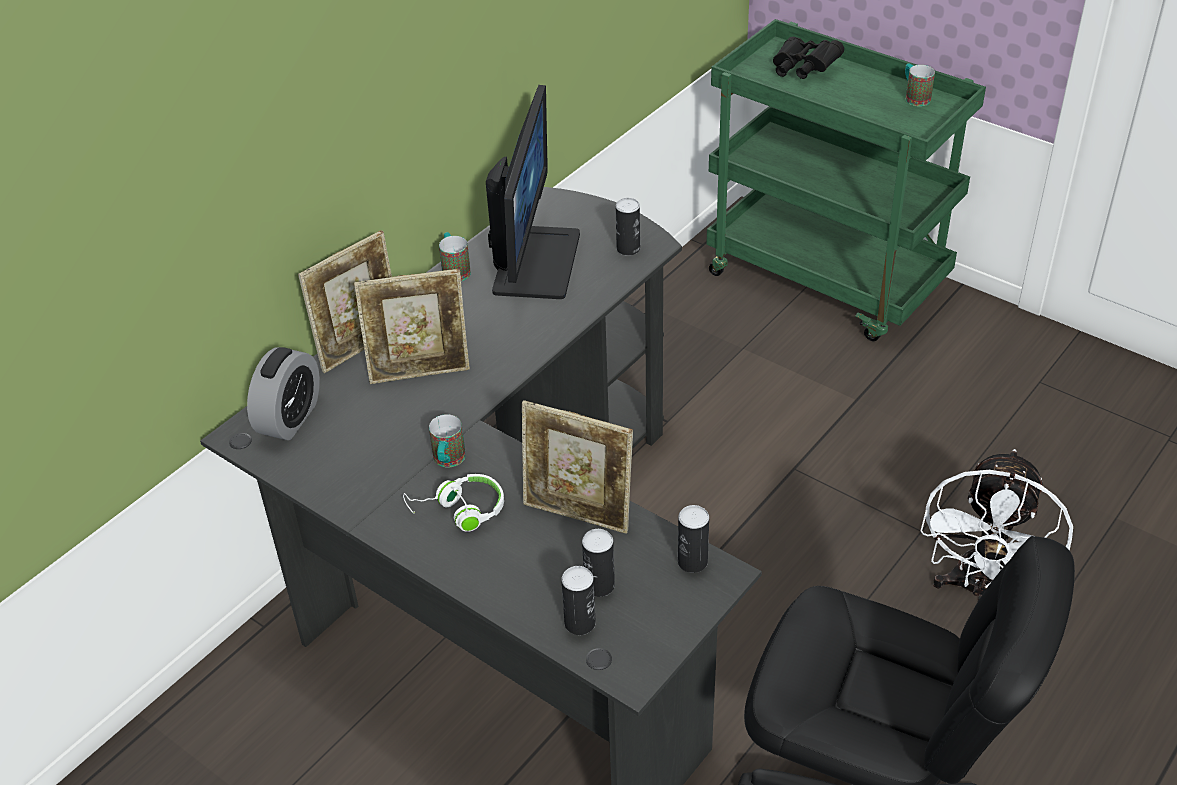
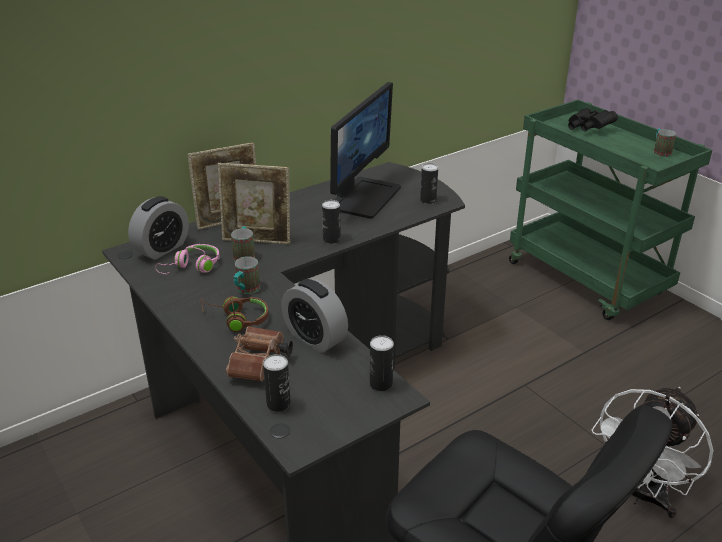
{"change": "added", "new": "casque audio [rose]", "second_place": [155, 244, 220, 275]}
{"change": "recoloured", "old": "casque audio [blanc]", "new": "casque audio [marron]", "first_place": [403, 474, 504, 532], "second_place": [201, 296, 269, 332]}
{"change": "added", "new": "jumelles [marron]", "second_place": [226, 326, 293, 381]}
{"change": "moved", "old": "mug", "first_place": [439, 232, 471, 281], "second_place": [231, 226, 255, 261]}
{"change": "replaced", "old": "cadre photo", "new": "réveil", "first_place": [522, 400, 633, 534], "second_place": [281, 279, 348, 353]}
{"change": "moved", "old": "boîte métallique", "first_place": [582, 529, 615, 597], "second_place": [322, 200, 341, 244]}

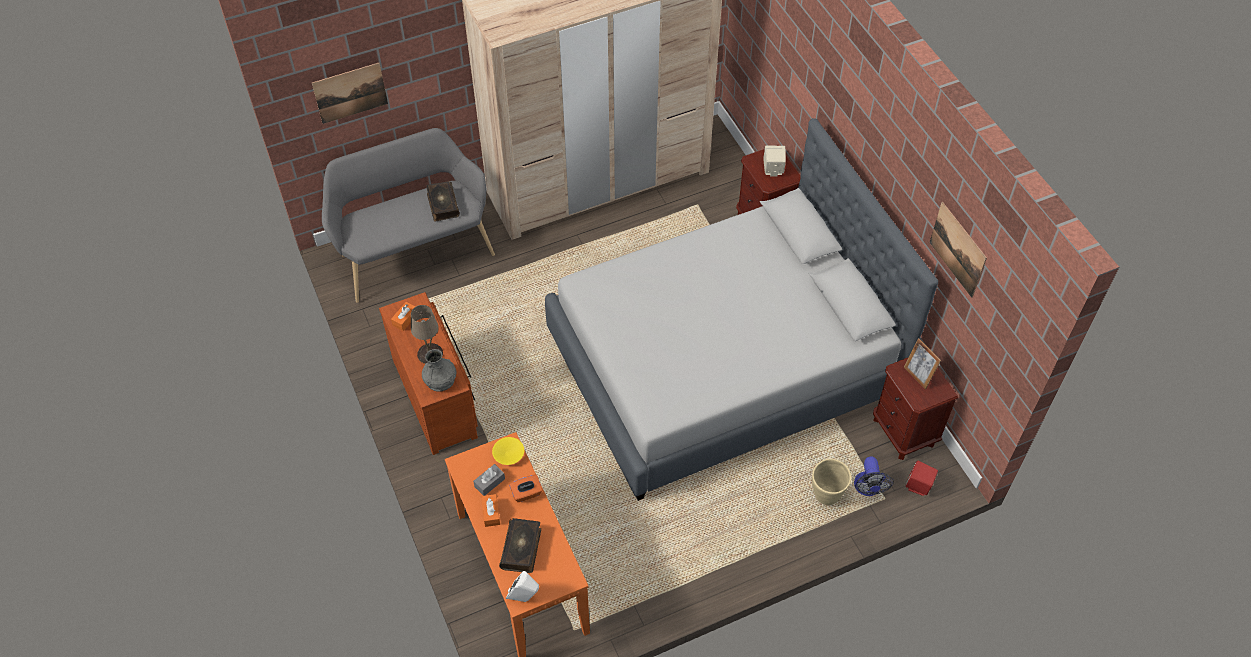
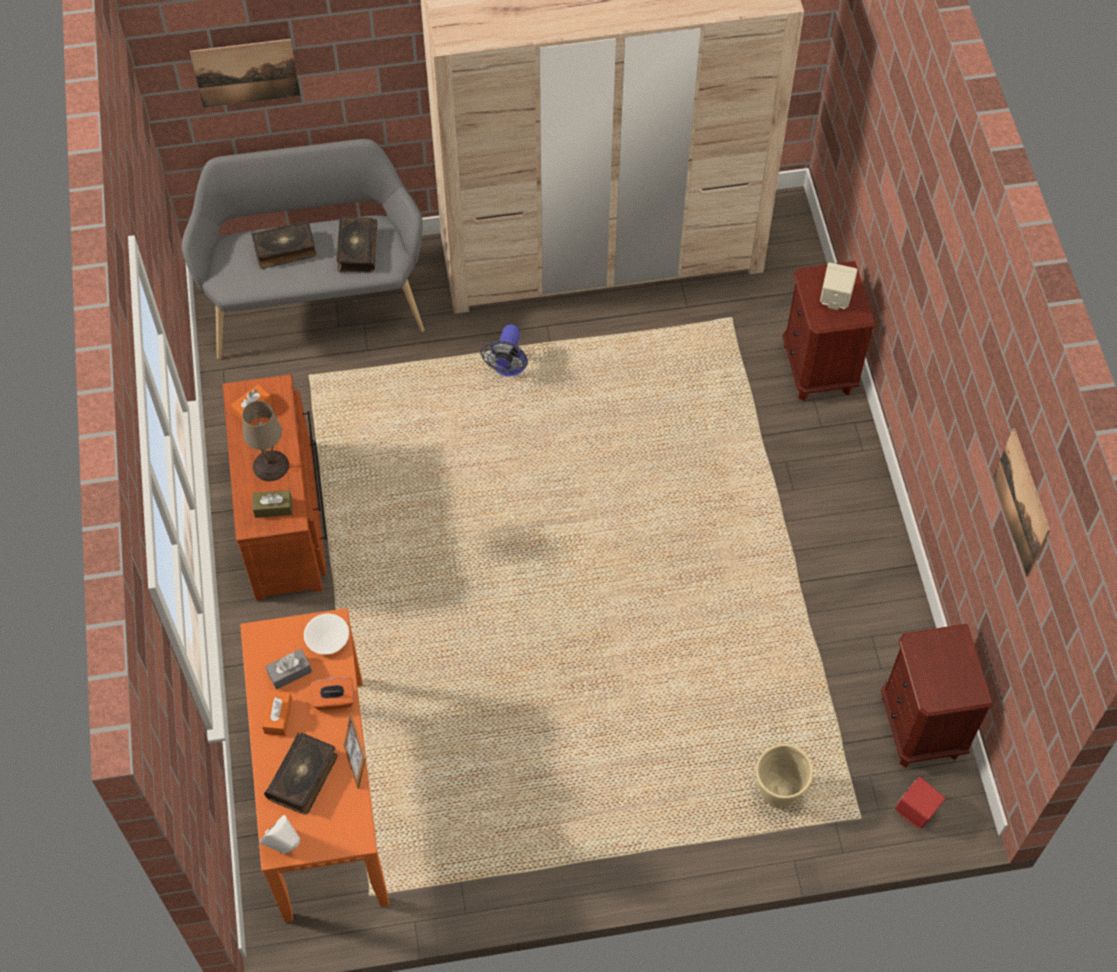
{"change": "added", "new": "livre", "second_place": [252, 221, 316, 269]}
{"change": "replaced", "old": "vase [gris]", "new": "boîte à mouchoirs [marron]", "first_place": [422, 349, 456, 392], "second_place": [253, 490, 292, 518]}
{"change": "recoloured", "old": "bol [jaune]", "new": "bol [blanc]", "first_place": [492, 437, 524, 465], "second_place": [304, 613, 349, 655]}
{"change": "moved", "old": "cadre photo", "first_place": [904, 338, 941, 389], "second_place": [344, 714, 366, 788]}
{"change": "moved", "old": "ventilateur", "first_place": [854, 456, 894, 496], "second_place": [481, 324, 528, 377]}
{"change": "removed", "old": "lit [gris]", "first_place": [545, 118, 938, 501]}

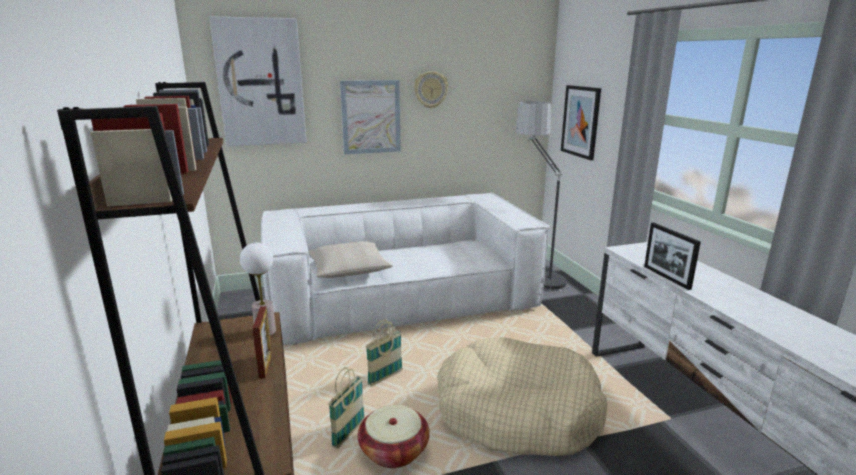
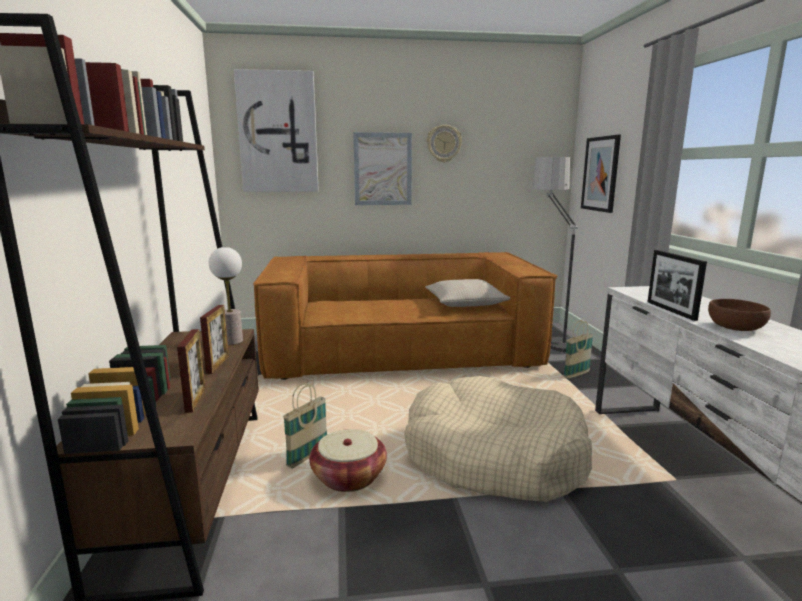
{"change": "added", "new": "cadre photo", "second_place": [177, 329, 206, 413]}
{"change": "recoloured", "old": "canapé [blanc]", "new": "canapé [marron]", "first_place": [261, 193, 550, 345], "second_place": [253, 252, 557, 380]}
{"change": "moved", "old": "coussin [beige]", "first_place": [309, 241, 393, 278], "second_place": [425, 279, 510, 307]}
{"change": "moved", "old": "panier", "first_place": [366, 320, 403, 386], "second_place": [563, 320, 593, 378]}
{"change": "added", "new": "bol [marron]", "second_place": [708, 299, 771, 331]}

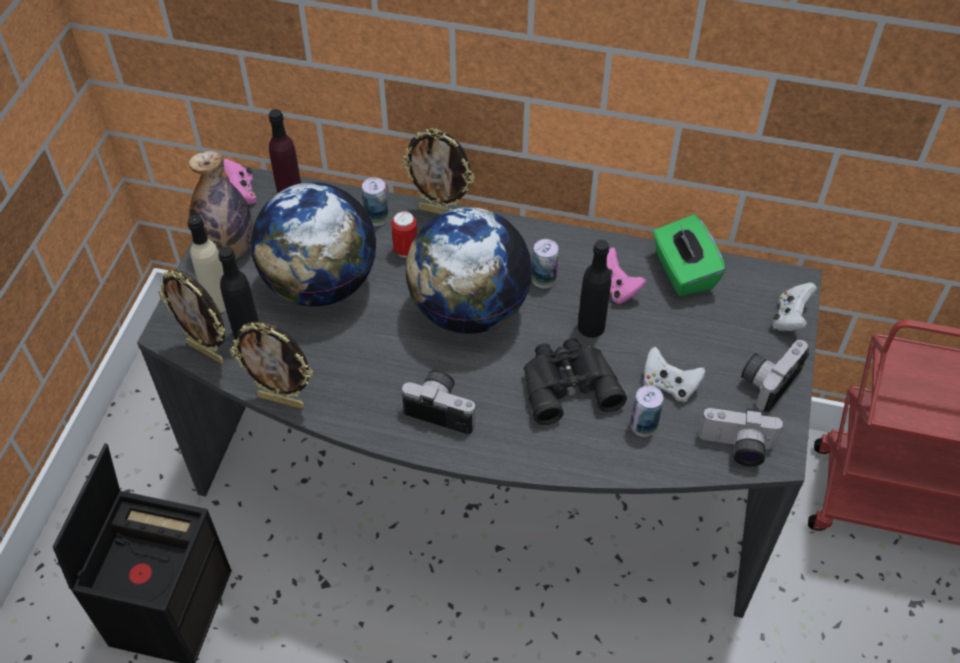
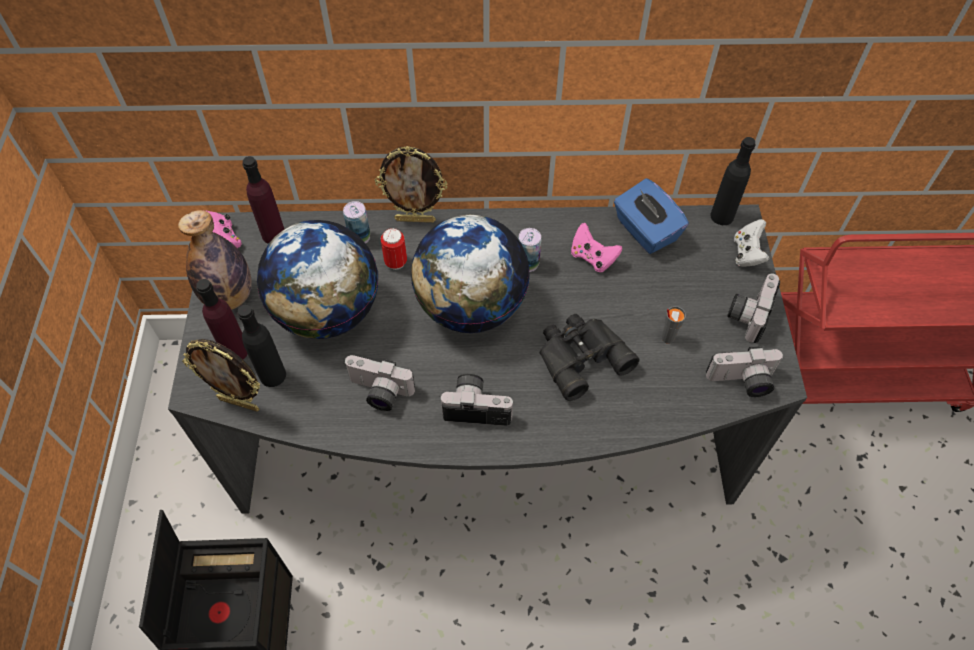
{"change": "recoloured", "old": "bouteille [beige]", "new": "bouteille [violet]", "first_place": [187, 215, 226, 313], "second_place": [196, 279, 248, 359]}
{"change": "added", "new": "appareil photo", "second_place": [344, 355, 415, 411]}
{"change": "recoloured", "old": "boîte à mouchoirs [vert]", "new": "boîte à mouchoirs [bleu]", "first_place": [653, 214, 726, 296], "second_place": [614, 178, 689, 254]}
{"change": "replaced", "old": "manette [blanc]", "new": "tasse [gris]", "first_place": [643, 346, 706, 402], "second_place": [661, 306, 686, 344]}
{"change": "moved", "old": "bouteille [noir]", "first_place": [578, 240, 611, 338], "second_place": [710, 137, 756, 225]}
{"change": "removed", "old": "cadre photo", "first_place": [229, 321, 313, 409]}
{"change": "removed", "old": "boîte métallique", "first_place": [631, 385, 663, 437]}

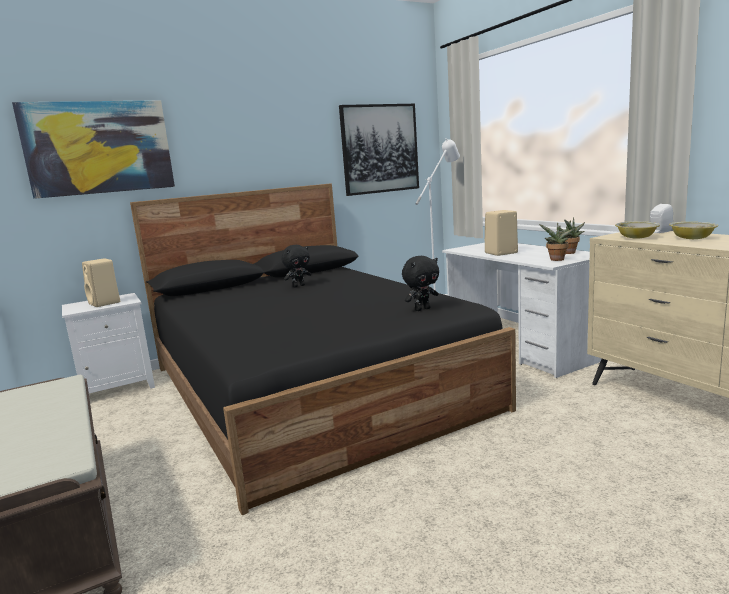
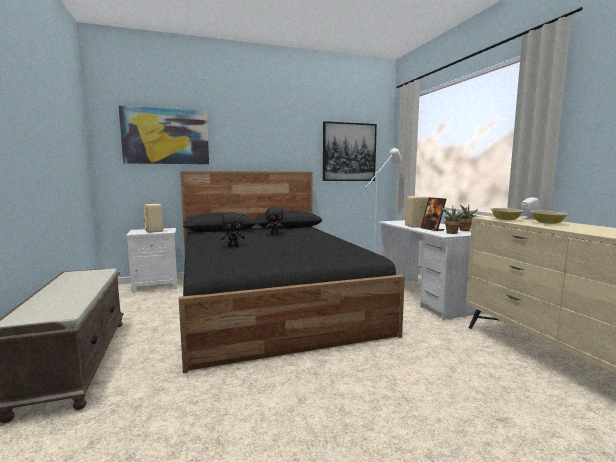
{"change": "moved", "old": "peluche [noir]", "first_place": [402, 256, 439, 311], "second_place": [221, 212, 245, 247]}
{"change": "added", "new": "cadre photo", "second_place": [421, 197, 446, 231]}

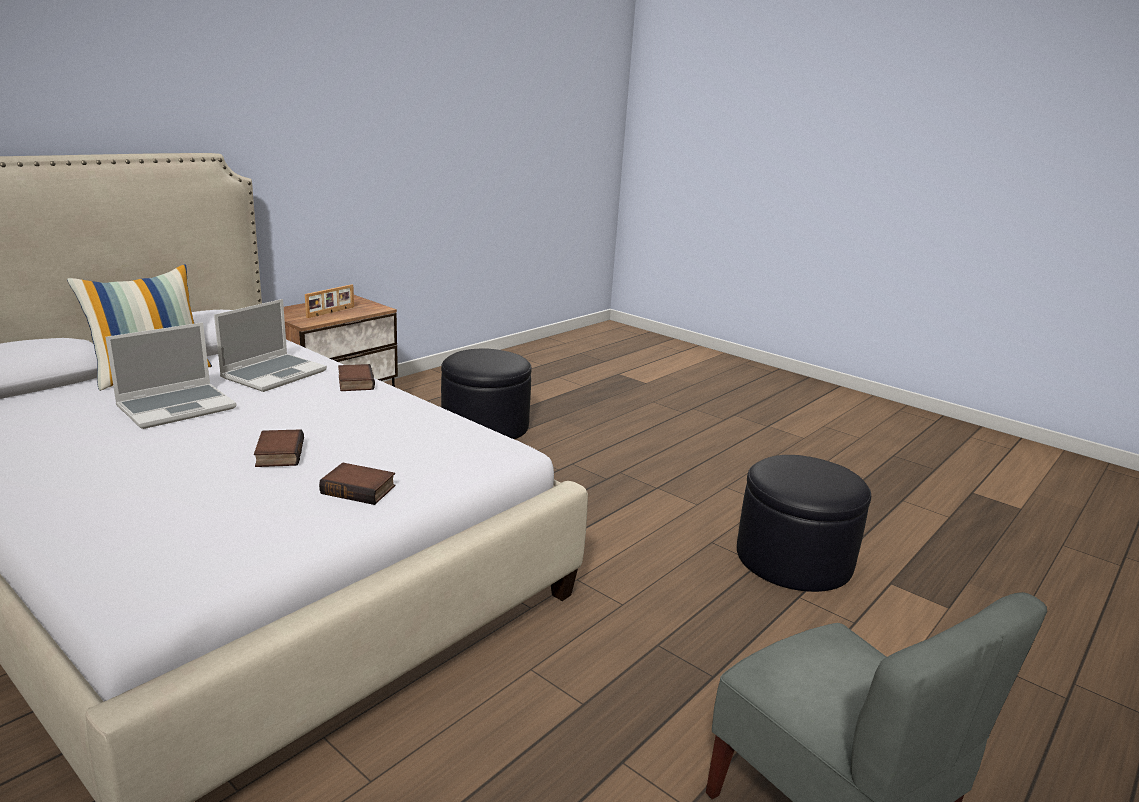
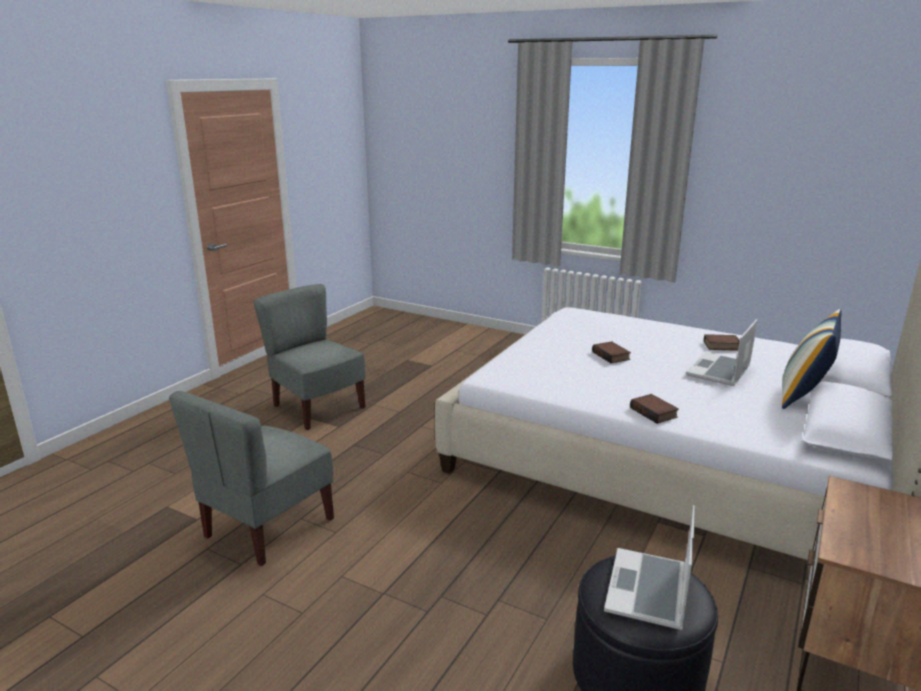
{"change": "replaced", "old": "pouf [noir]", "new": "chaise [gris]", "first_place": [737, 455, 871, 592], "second_place": [169, 391, 334, 566]}
{"change": "moved", "old": "ordinateur portable", "first_place": [214, 299, 327, 392], "second_place": [604, 505, 696, 630]}
{"change": "moved", "old": "livre", "first_place": [319, 463, 395, 505], "second_place": [704, 334, 740, 351]}
{"change": "removed", "old": "cadre photo", "first_place": [305, 284, 354, 318]}

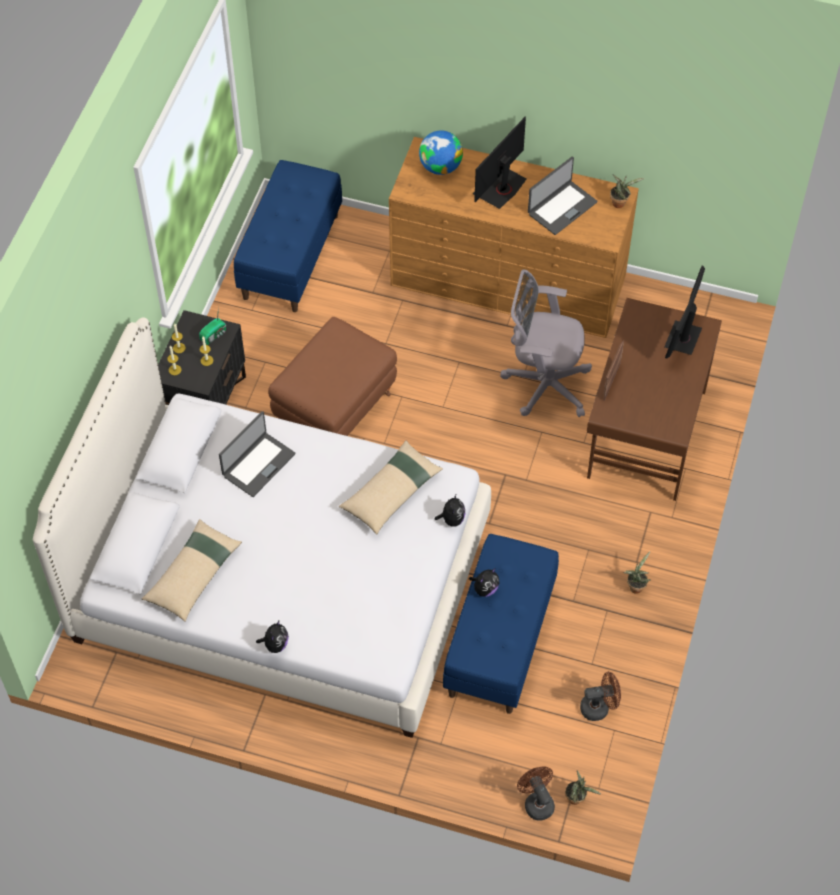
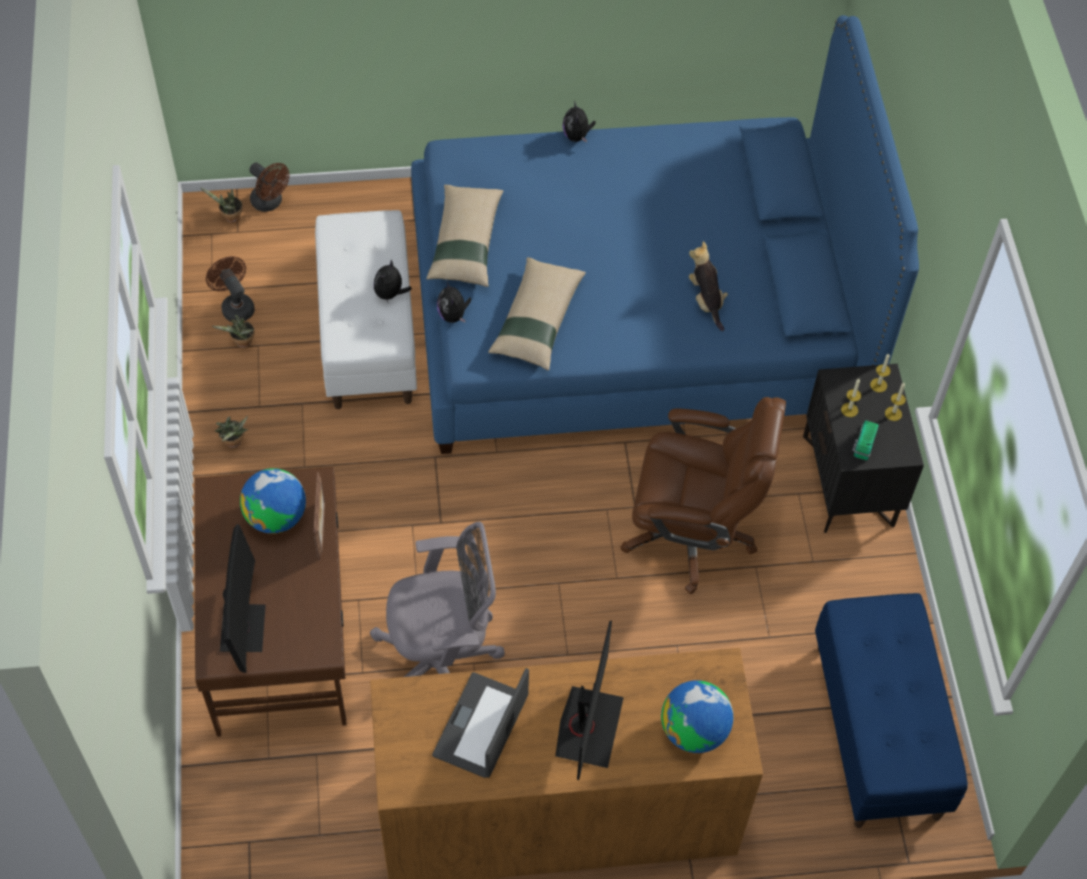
{"change": "turned", "old": "ventilateur [marron]", "first_place": [580, 672, 621, 721], "second_place": [206, 256, 255, 322], "degrees": 90}
{"change": "moved", "old": "plante en pot", "first_place": [610, 174, 645, 208], "second_place": [212, 315, 255, 348]}
{"change": "added", "new": "globe", "second_place": [240, 468, 306, 534]}
{"change": "recoloured", "old": "banc [bleu]", "new": "banc [blanc]", "first_place": [443, 534, 559, 714], "second_place": [315, 210, 417, 409]}
{"change": "recoloured", "old": "lit [blanc]", "new": "lit [bleu]", "first_place": [33, 317, 491, 738], "second_place": [411, 15, 919, 454]}
{"change": "moved", "old": "coussin [beige]", "first_place": [142, 519, 242, 622], "second_place": [426, 185, 503, 287]}
{"change": "replaced", "old": "pouf [marron]", "new": "chaise de bureau [marron]", "first_place": [268, 317, 397, 436], "second_place": [620, 397, 786, 594]}
{"change": "replaced", "old": "ordinateur portable", "new": "peluche", "first_place": [219, 411, 295, 497], "second_place": [689, 241, 728, 331]}

